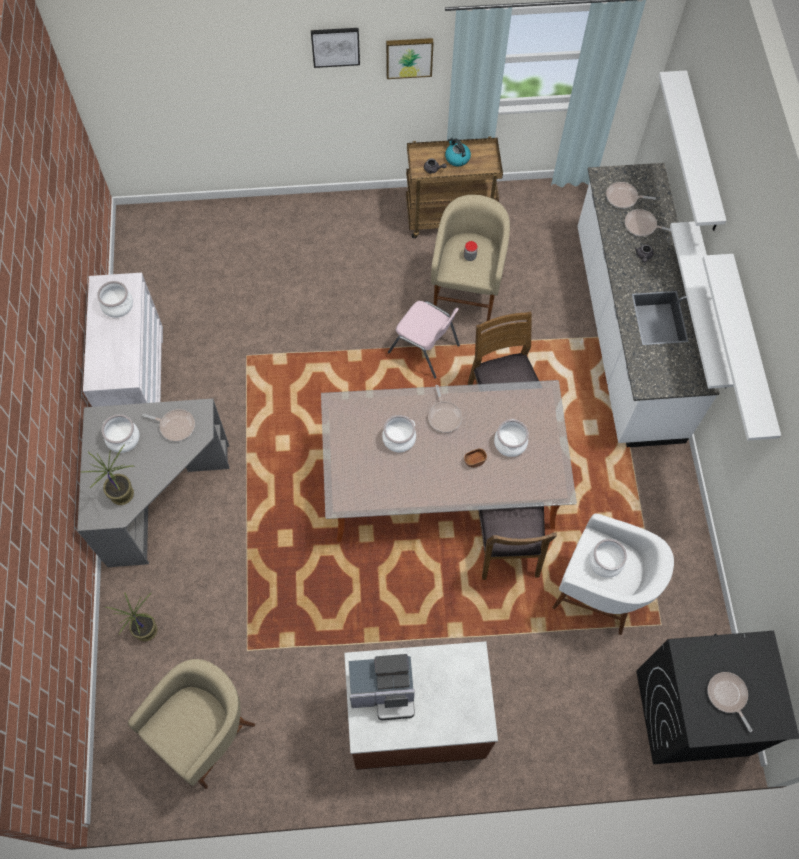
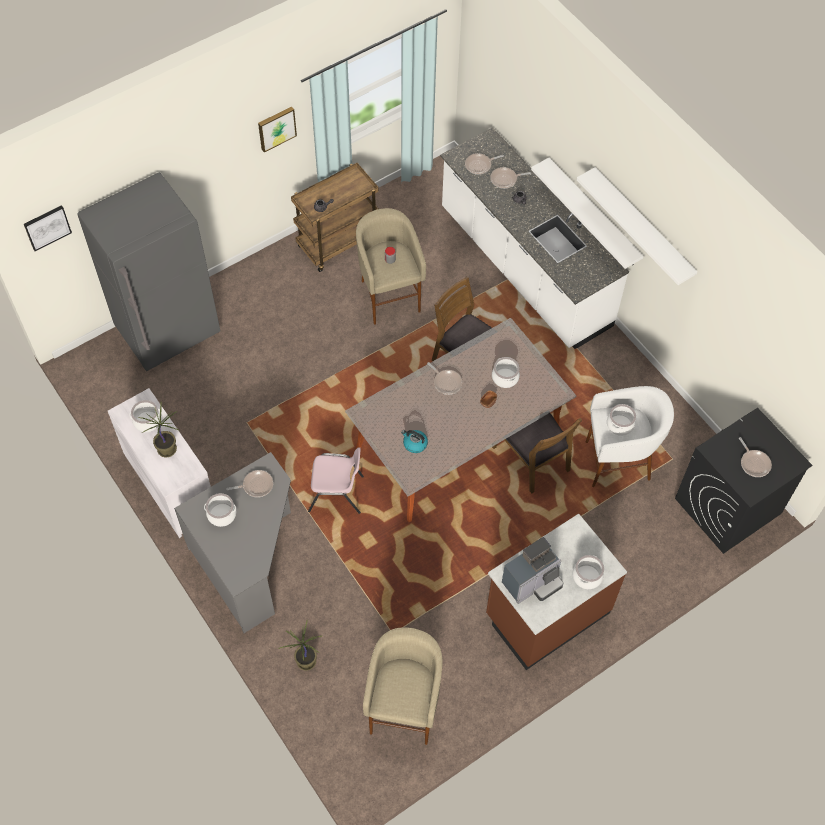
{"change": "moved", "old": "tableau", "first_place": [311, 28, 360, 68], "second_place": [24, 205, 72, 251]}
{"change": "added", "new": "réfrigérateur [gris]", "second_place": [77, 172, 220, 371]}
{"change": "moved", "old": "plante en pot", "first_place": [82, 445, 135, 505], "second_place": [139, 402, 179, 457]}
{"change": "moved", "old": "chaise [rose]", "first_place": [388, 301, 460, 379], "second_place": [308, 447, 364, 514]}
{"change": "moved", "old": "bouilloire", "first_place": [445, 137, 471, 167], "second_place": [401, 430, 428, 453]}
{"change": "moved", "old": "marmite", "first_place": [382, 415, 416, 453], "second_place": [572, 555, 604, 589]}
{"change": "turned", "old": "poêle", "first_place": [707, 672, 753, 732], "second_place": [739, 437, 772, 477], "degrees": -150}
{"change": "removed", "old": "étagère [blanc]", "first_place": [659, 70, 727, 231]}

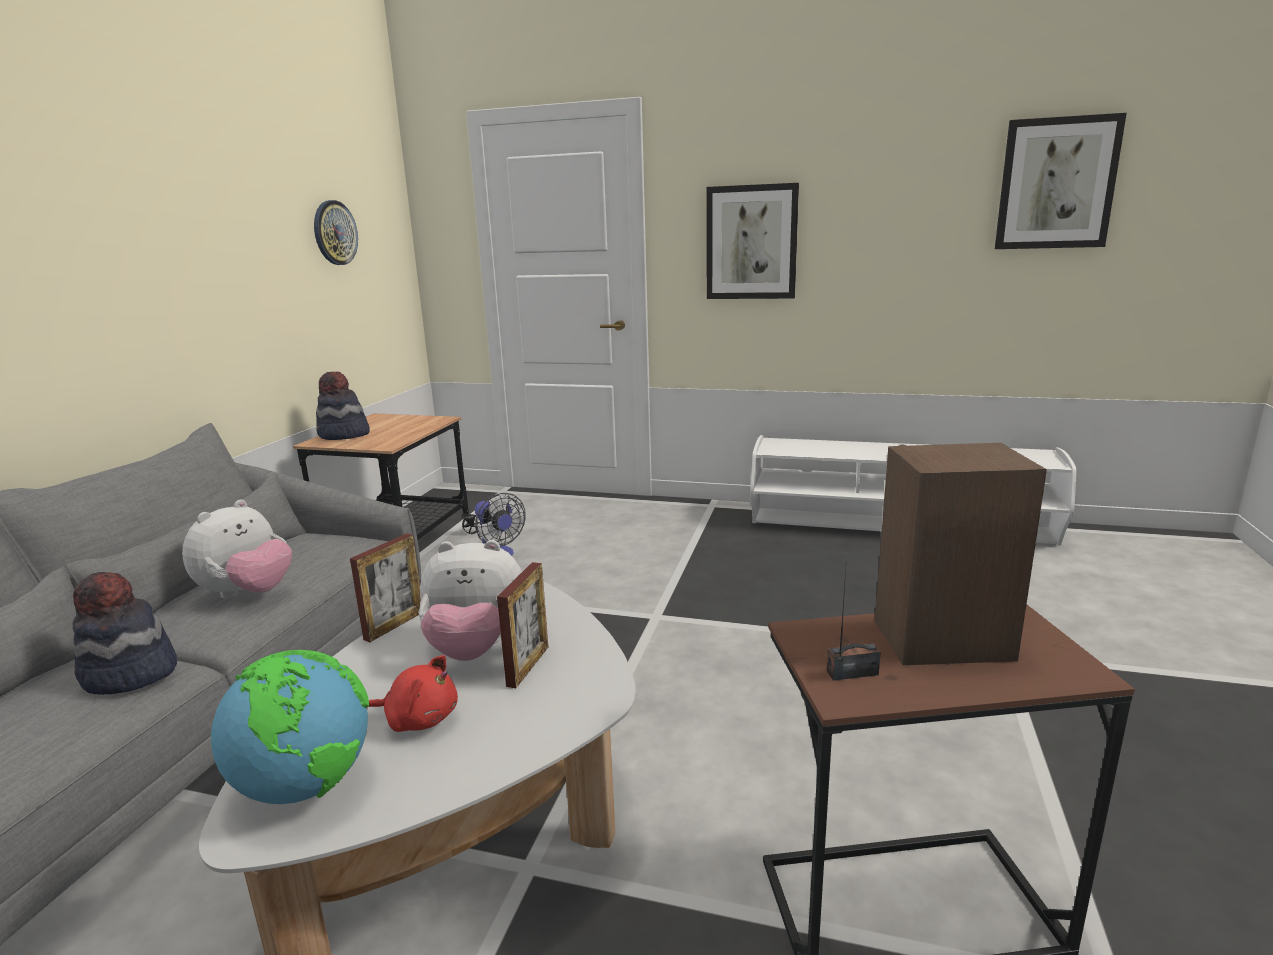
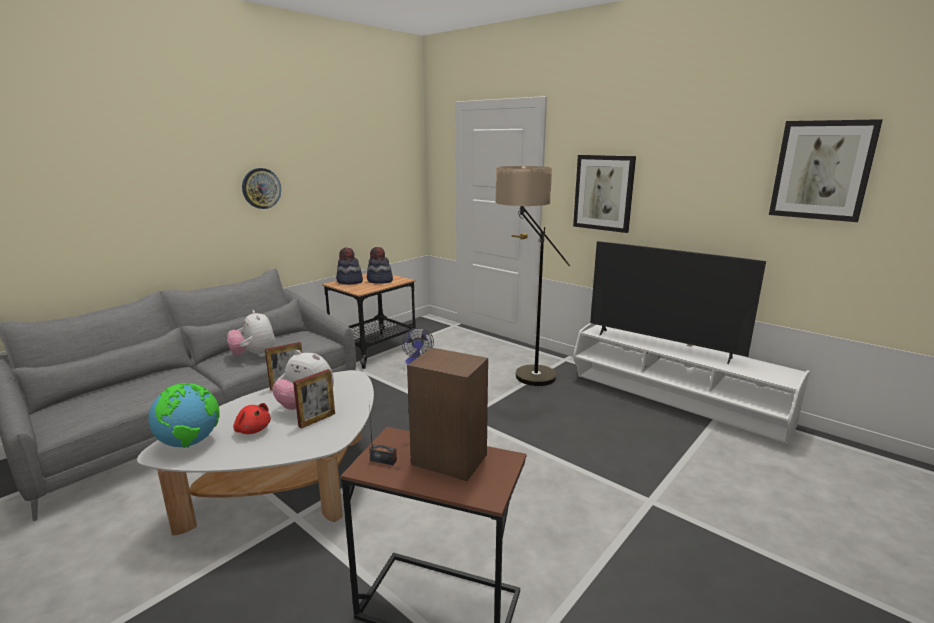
{"change": "turned", "old": "peluche", "first_place": [182, 500, 292, 599], "second_place": [227, 310, 275, 357], "degrees": 90}
{"change": "moved", "old": "horloge murale", "first_place": [314, 200, 358, 265], "second_place": [242, 168, 281, 209]}
{"change": "moved", "old": "chapeau", "first_place": [73, 572, 177, 695], "second_place": [367, 247, 393, 284]}
{"change": "added", "new": "lampadaire", "second_place": [495, 166, 570, 386]}
{"change": "added", "new": "téléviseur", "second_place": [590, 241, 766, 364]}

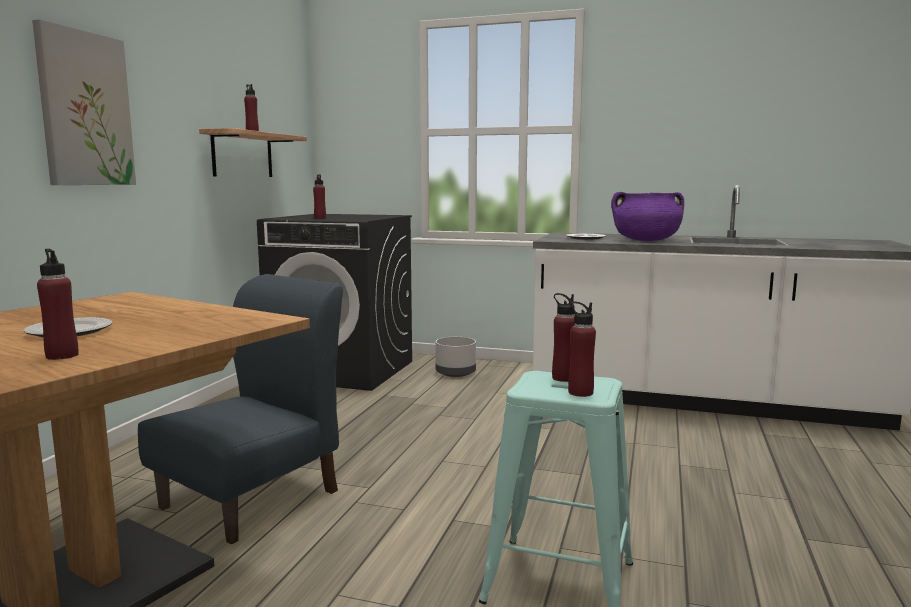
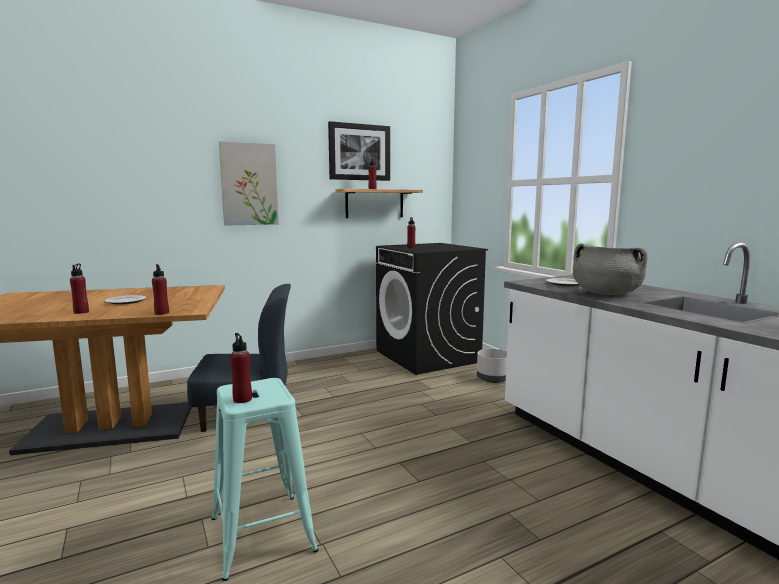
{"change": "moved", "old": "bouteille [rouge]", "first_place": [552, 293, 574, 382], "second_place": [152, 264, 169, 315]}
{"change": "added", "new": "tableau", "second_place": [328, 121, 390, 181]}
{"change": "recoloured", "old": "marmite [violet]", "new": "marmite [gris]", "first_place": [611, 192, 684, 241], "second_place": [573, 243, 648, 295]}

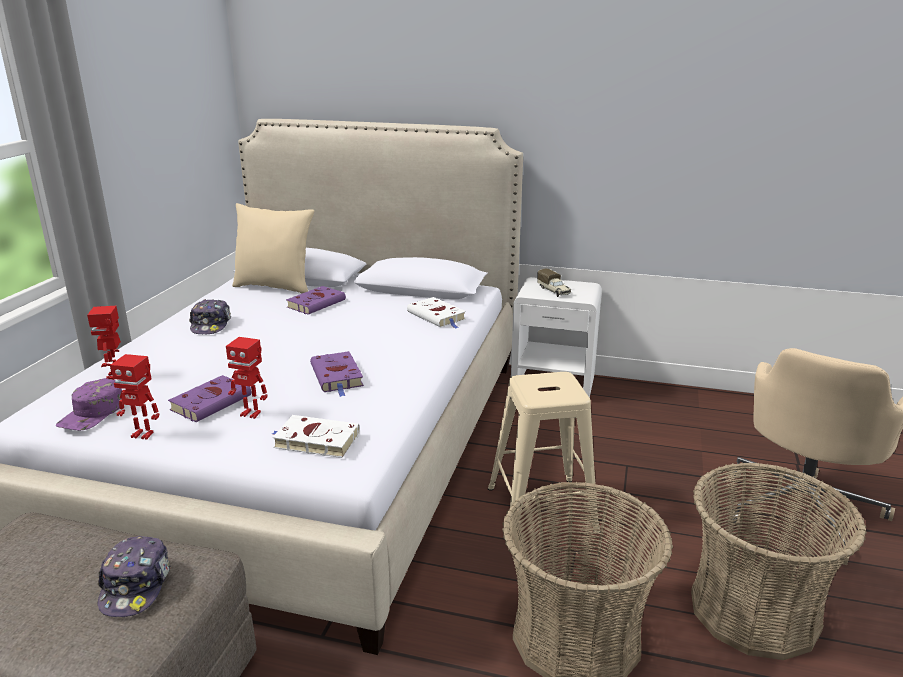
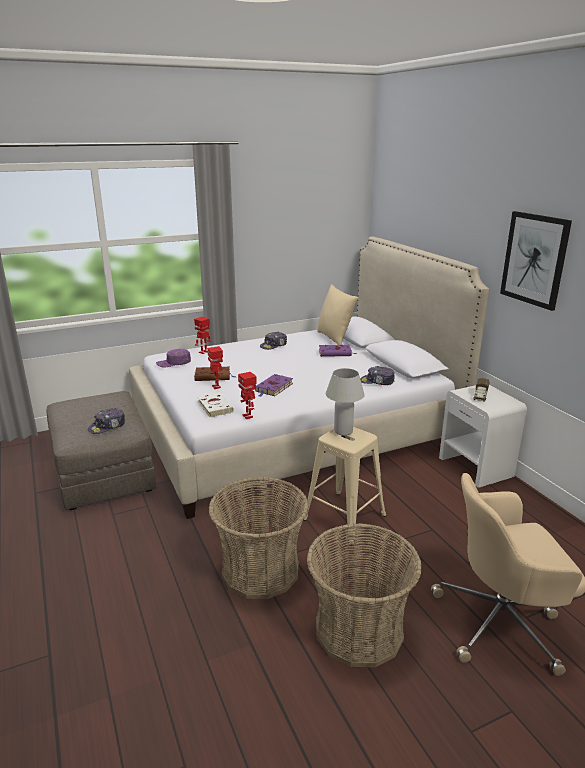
{"change": "recoloured", "old": "livre [violet]", "new": "livre [marron]", "first_place": [168, 375, 252, 422], "second_place": [194, 367, 236, 381]}
{"change": "moved", "old": "robot jouet", "first_place": [110, 354, 160, 440], "second_place": [238, 372, 257, 419]}
{"change": "added", "new": "lampe de table [blanc]", "second_place": [326, 368, 365, 436]}
{"change": "replaced", "old": "livre [blanc]", "new": "casquette", "first_place": [407, 297, 466, 328], "second_place": [360, 366, 395, 385]}
{"change": "added", "new": "tableau", "second_place": [500, 211, 572, 311]}

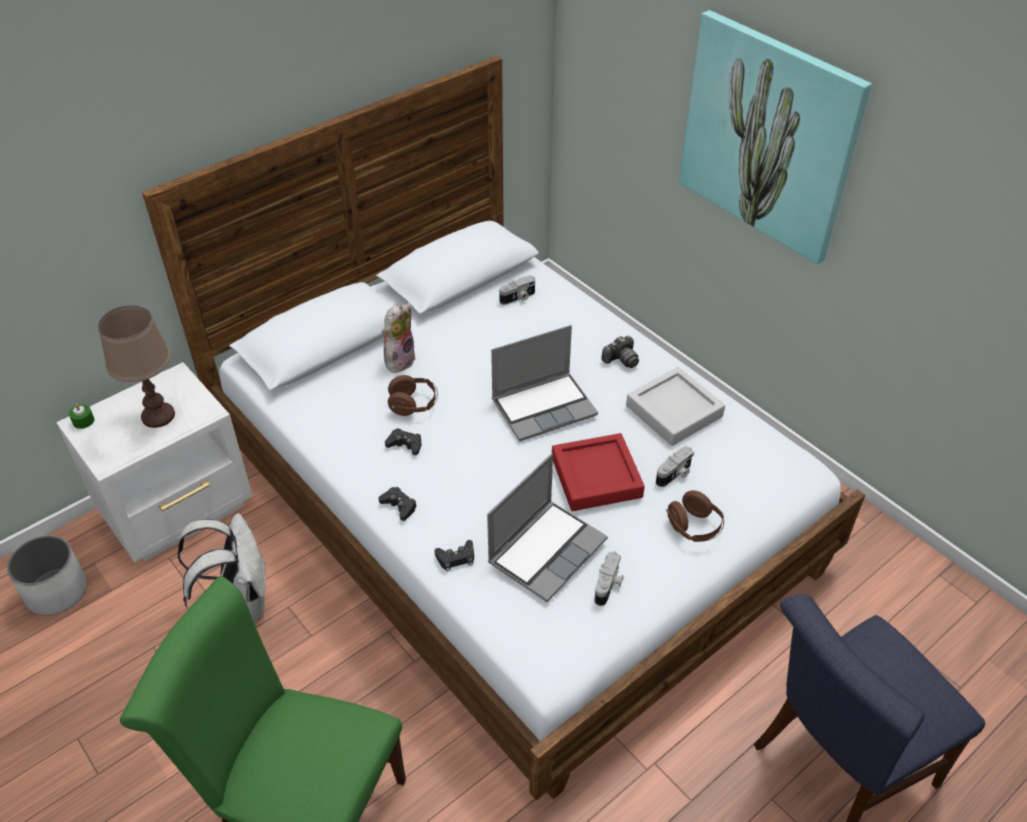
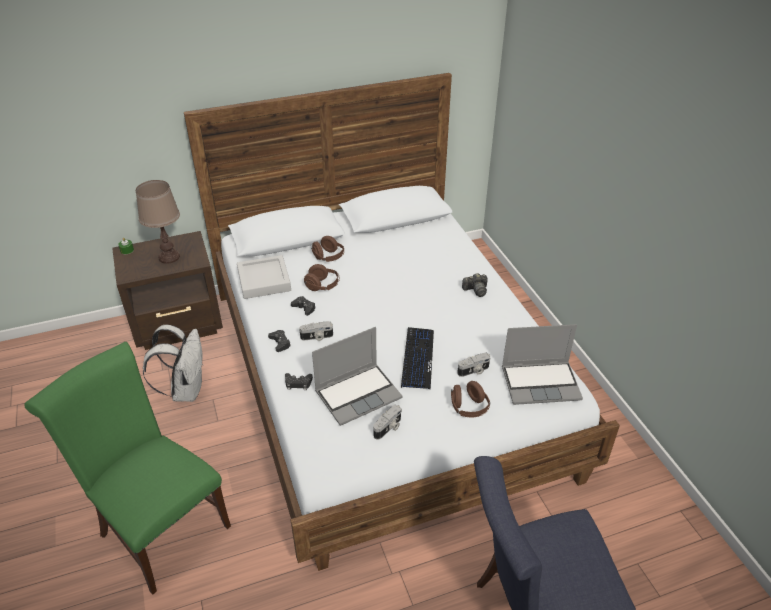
{"change": "recoloured", "old": "table de chevet [blanc]", "new": "table de chevet [marron]", "first_place": [56, 362, 253, 562], "second_place": [112, 231, 223, 350]}
{"change": "moved", "old": "plateau [gris]", "first_place": [626, 367, 725, 446], "second_place": [237, 255, 291, 299]}
{"change": "moved", "old": "appareil photo", "first_place": [499, 275, 535, 305], "second_place": [299, 321, 333, 341]}
{"change": "replaced", "old": "peluche", "new": "casque audio [marron]", "first_place": [382, 303, 416, 375], "second_place": [311, 236, 344, 262]}
{"change": "replaced", "old": "plateau [rouge]", "new": "clavier", "first_place": [552, 433, 645, 511], "second_place": [401, 327, 434, 390]}
{"change": "moved", "old": "ordinateur portable", "first_place": [491, 325, 598, 442], "second_place": [502, 324, 583, 405]}
{"change": "removed", "old": "cache-pot [blanc]", "first_place": [7, 535, 87, 616]}
{"change": "removed", "old": "tableau", "first_place": [679, 10, 872, 264]}

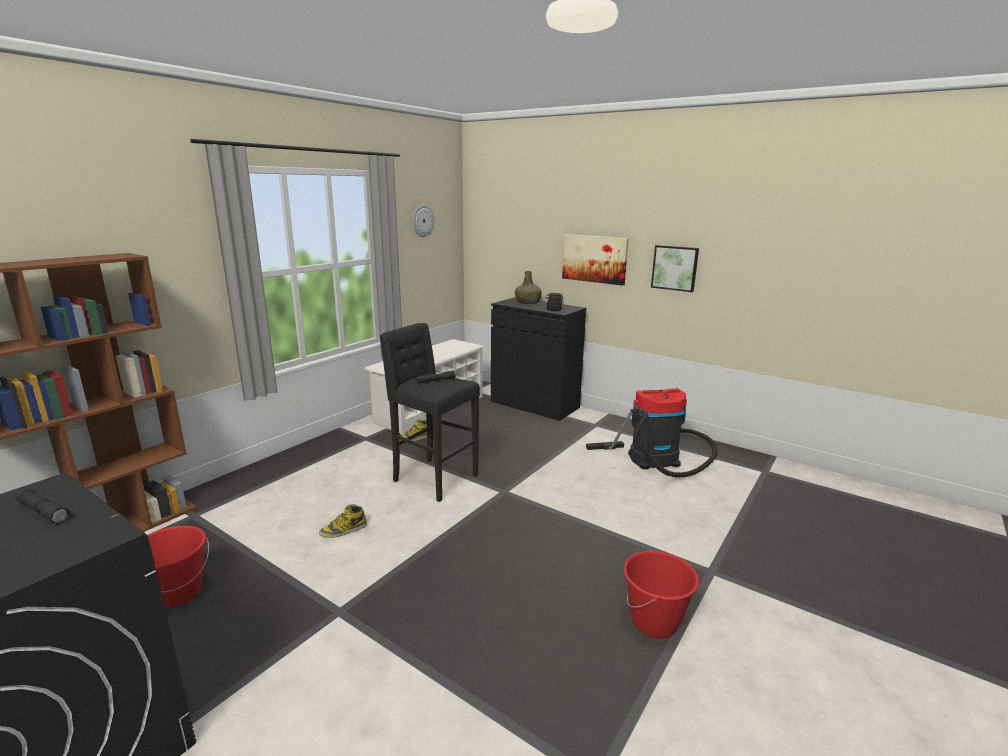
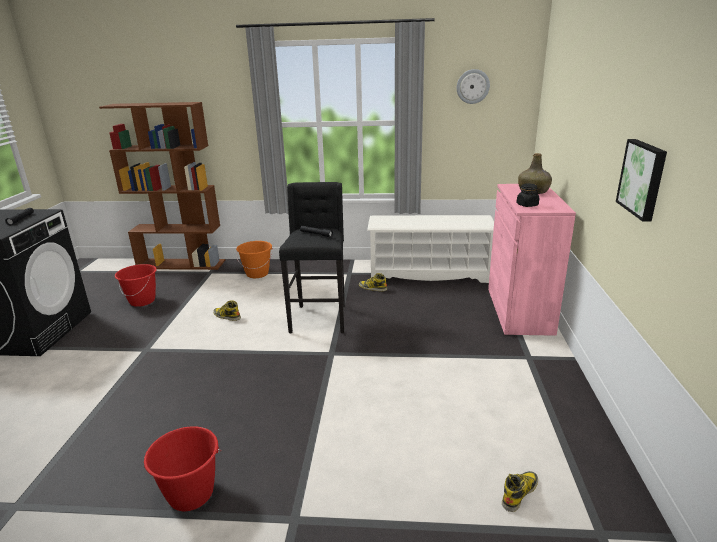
{"change": "added", "new": "seau [orange]", "second_place": [236, 241, 273, 278]}
{"change": "recoloured", "old": "meuble de rangement [noir]", "new": "meuble de rangement [rose]", "first_place": [491, 297, 586, 421], "second_place": [488, 184, 576, 336]}
{"change": "added", "new": "botte", "second_place": [502, 471, 538, 512]}
{"change": "removed", "old": "tableau", "first_place": [562, 234, 629, 286]}
{"change": "removed", "old": "aspirateur", "first_place": [586, 388, 717, 477]}

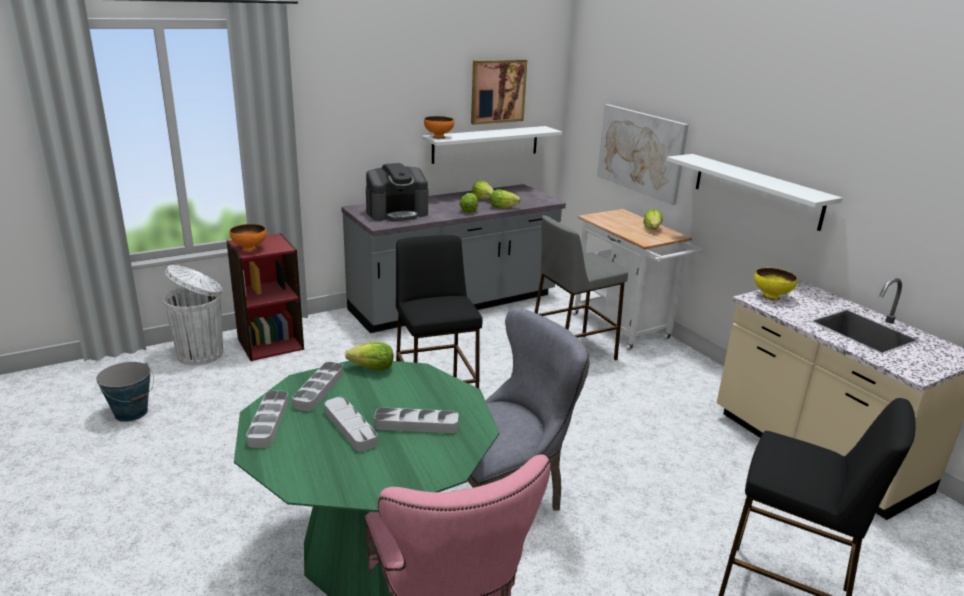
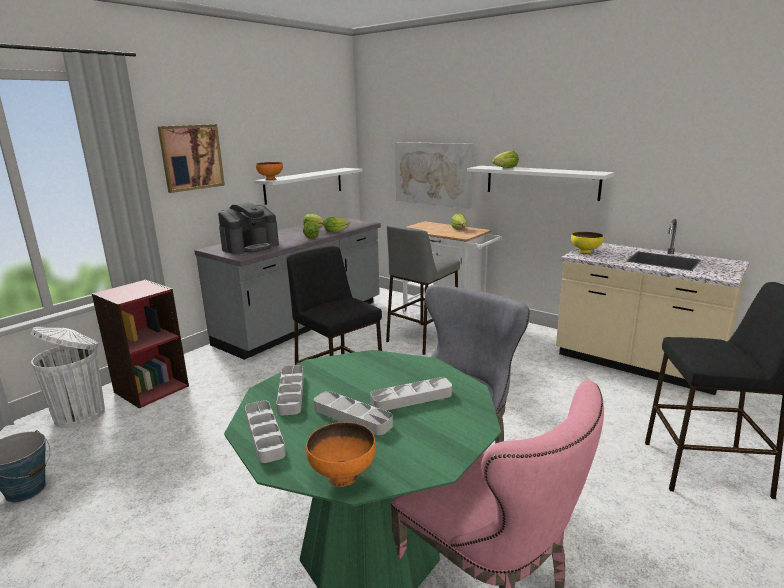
{"change": "moved", "old": "tableau", "first_place": [471, 59, 527, 125], "second_place": [158, 124, 225, 193]}
{"change": "moved", "old": "bol [orange]", "first_place": [230, 224, 266, 252], "second_place": [306, 422, 376, 487]}
{"change": "moved", "old": "laitue", "first_place": [345, 342, 393, 371], "second_place": [492, 151, 519, 168]}

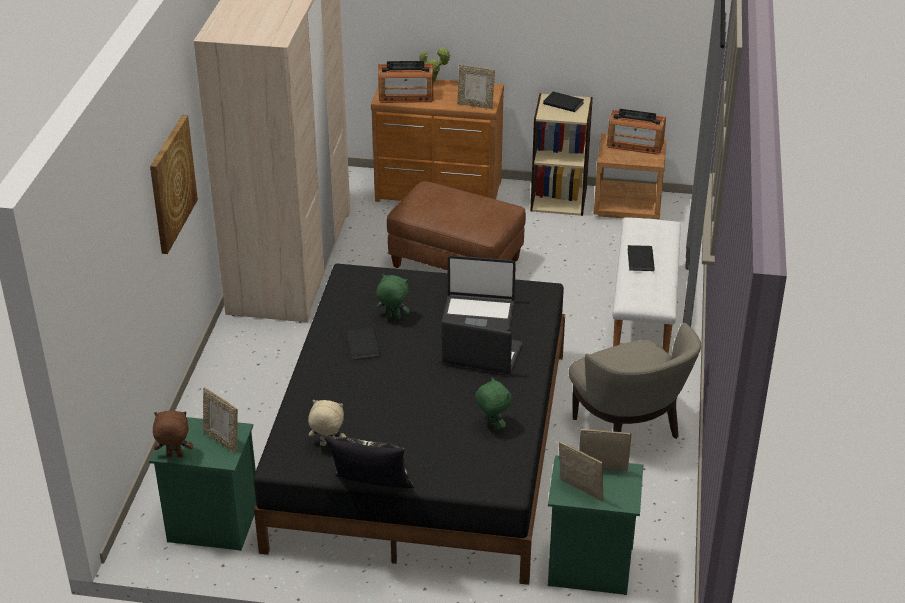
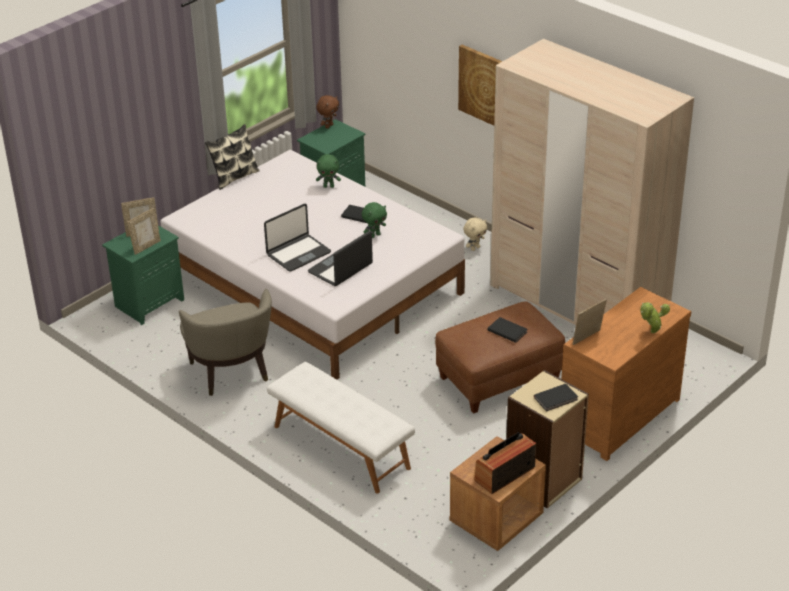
{"change": "recoloured", "old": "lit [noir]", "new": "lit [blanc]", "first_place": [254, 264, 565, 585], "second_place": [160, 150, 465, 379]}
{"change": "turned", "old": "fauteuil [beige]", "first_place": [569, 323, 701, 439], "second_place": [179, 289, 272, 396], "degrees": -120}
{"change": "moved", "old": "peluche [vert]", "first_place": [475, 377, 512, 431], "second_place": [316, 154, 341, 188]}
{"change": "moved", "old": "peluche [beige]", "first_place": [308, 400, 346, 446], "second_place": [463, 217, 487, 251]}
{"change": "moved", "old": "livre [noir]", "first_place": [628, 245, 655, 271], "second_place": [487, 317, 527, 343]}
{"change": "removed", "old": "cadre photo", "first_place": [203, 387, 238, 454]}
{"change": "removed", "old": "radio", "first_place": [378, 61, 433, 103]}

